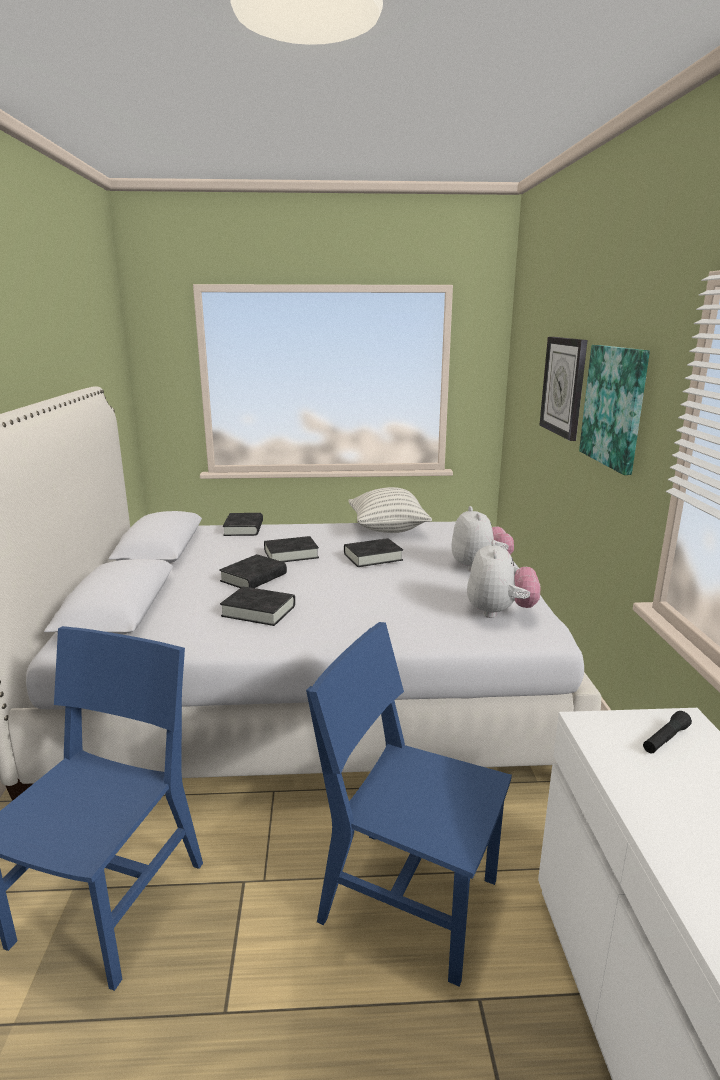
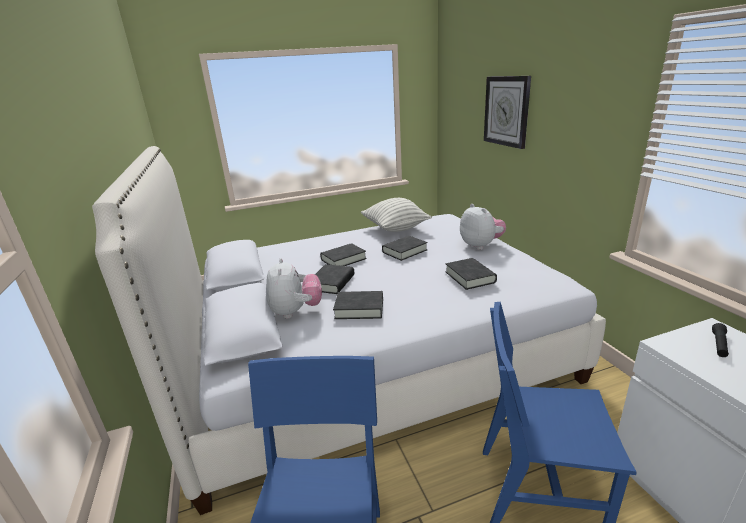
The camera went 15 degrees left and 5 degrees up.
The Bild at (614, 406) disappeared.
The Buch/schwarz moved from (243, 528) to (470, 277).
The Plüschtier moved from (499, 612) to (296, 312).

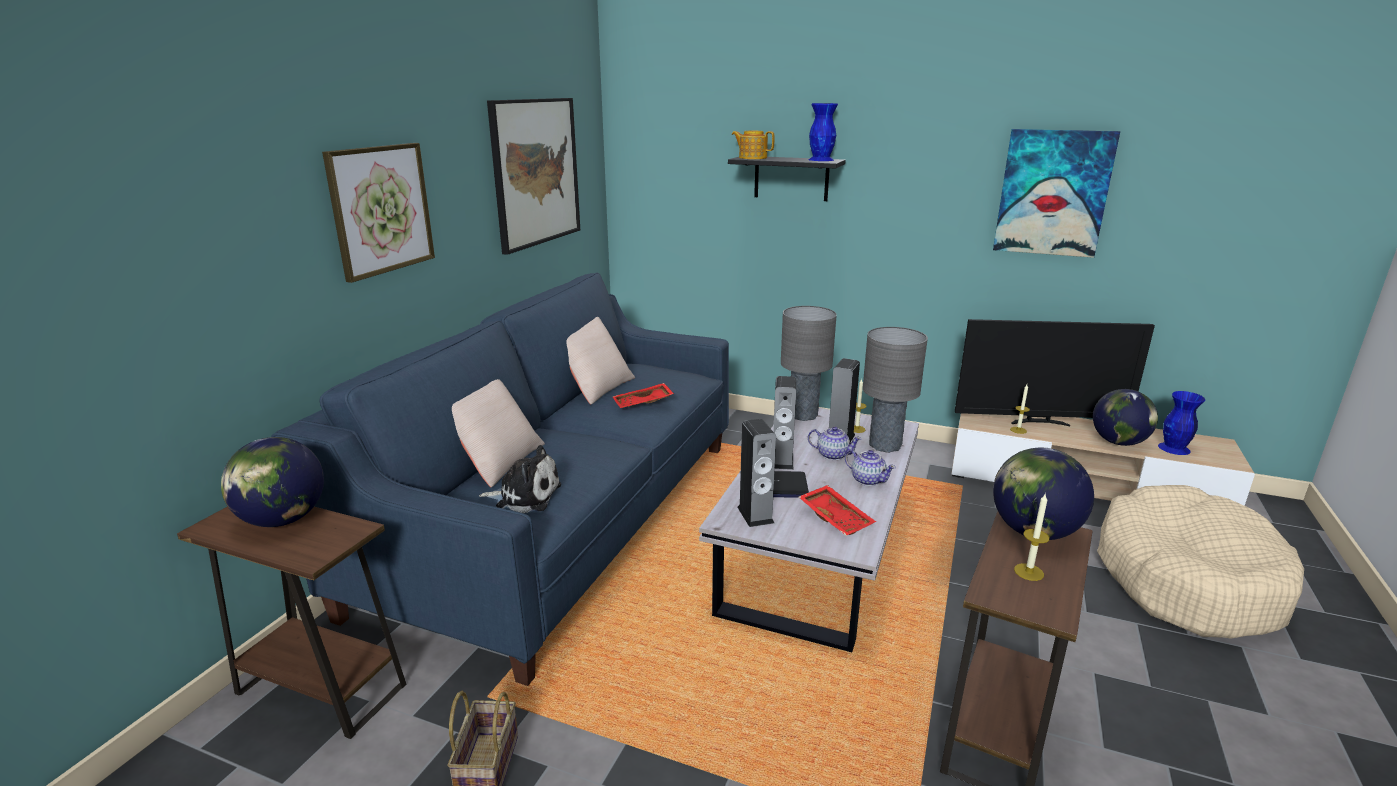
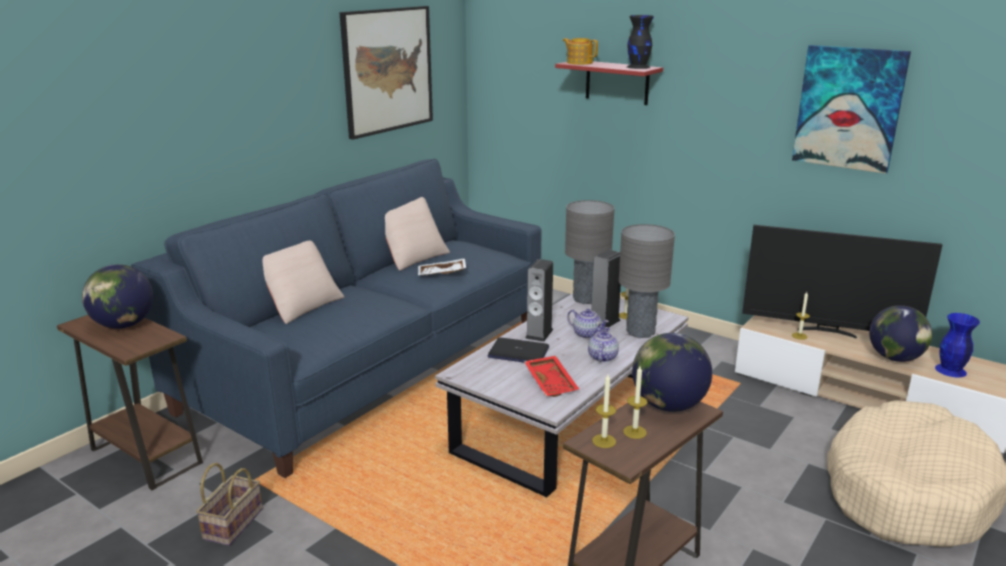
The camera went 15 degrees right and 0 degrees up.
The Bild at (381, 209) disappeared.
The Plüschtier at (525, 496) disappeared.
The Lautsprecher at (755, 515) disappeared.
The Kerze at (604, 441) appeared.
The Tablett/rot at (643, 403) became the Tablett/weiß at (442, 274).
The Wandregal/schwarz at (791, 178) became the Wandregal/rot at (617, 82).
The Vase/blau at (821, 159) became the Vase/schwarz at (638, 67).
The Teekanne at (867, 480) turned 135 degrees counterclockwise.

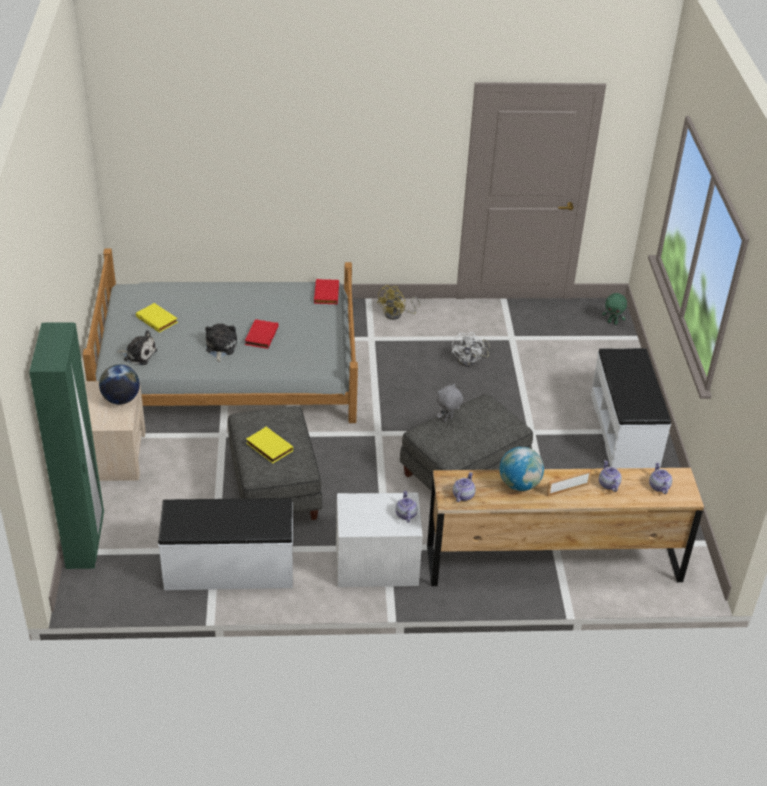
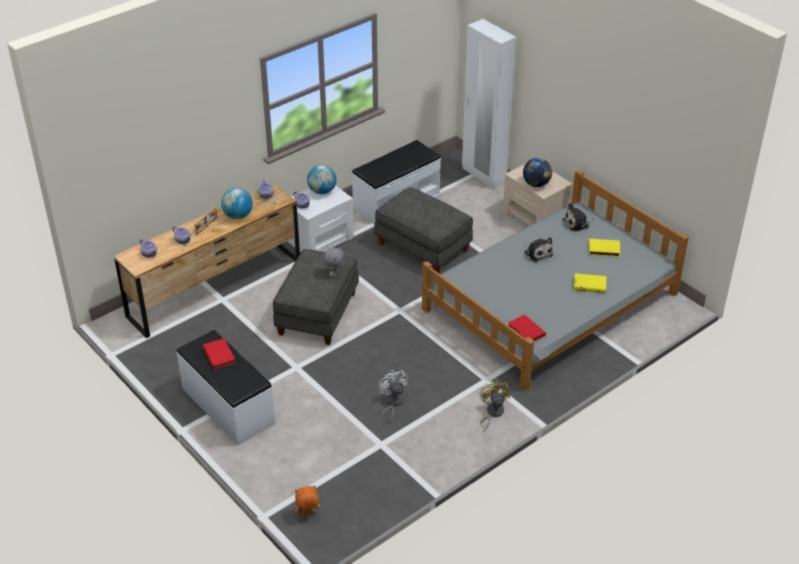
The camera went 145 degrees right and 0 degrees up.
The Globus at (322, 191) appeared.
The Buch/rot moved from (260, 335) to (220, 355).
The Buch/gelb moved from (268, 447) to (590, 284).
The Kleiderschrank/grün at (86, 542) became the Kleiderschrank/weiß at (483, 175).
The Plüschtier/grün at (612, 322) became the Plüschtier/orange at (308, 514).

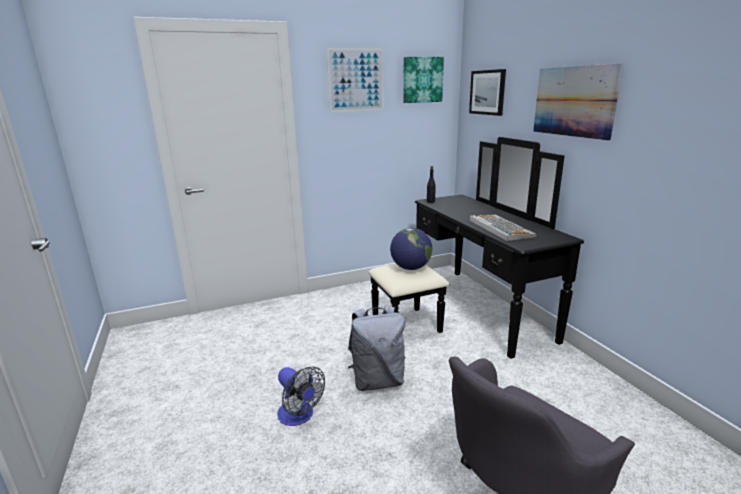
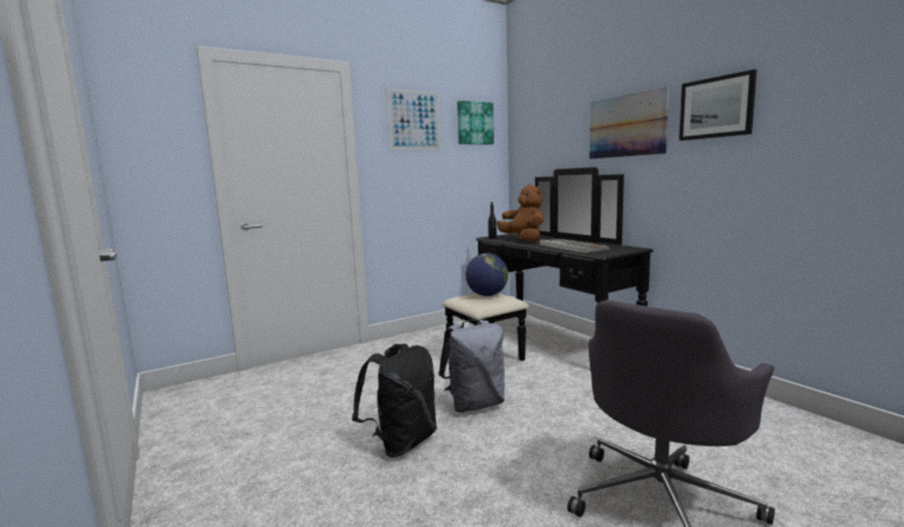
The camera went 10 degrees left and 10 degrees down.
The Plüschtier/braun at (523, 240) appeared.
The Bild moved from (487, 92) to (716, 107).
The Ventilator at (299, 416) was replaced by the Rucksack/schwarz at (402, 442).

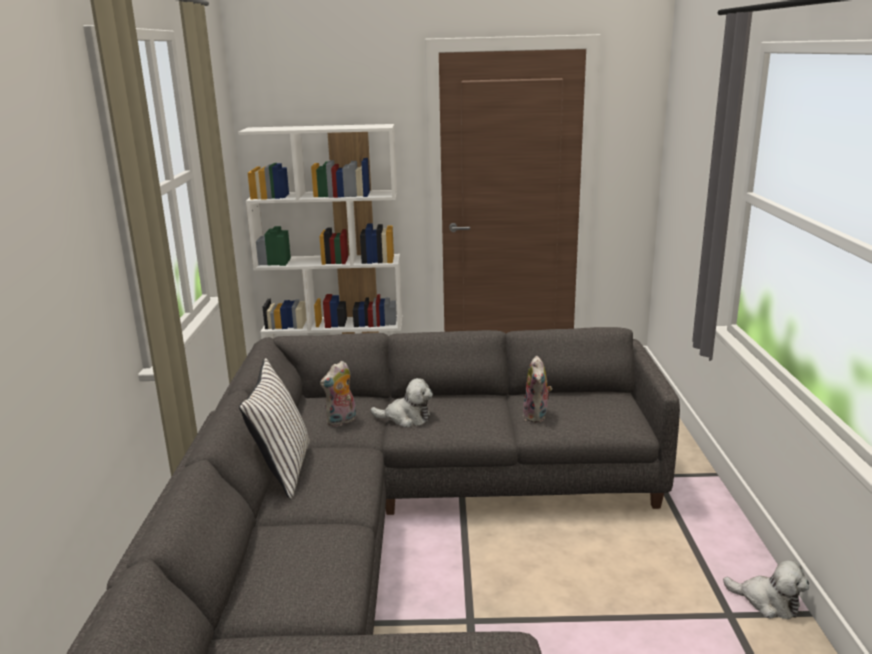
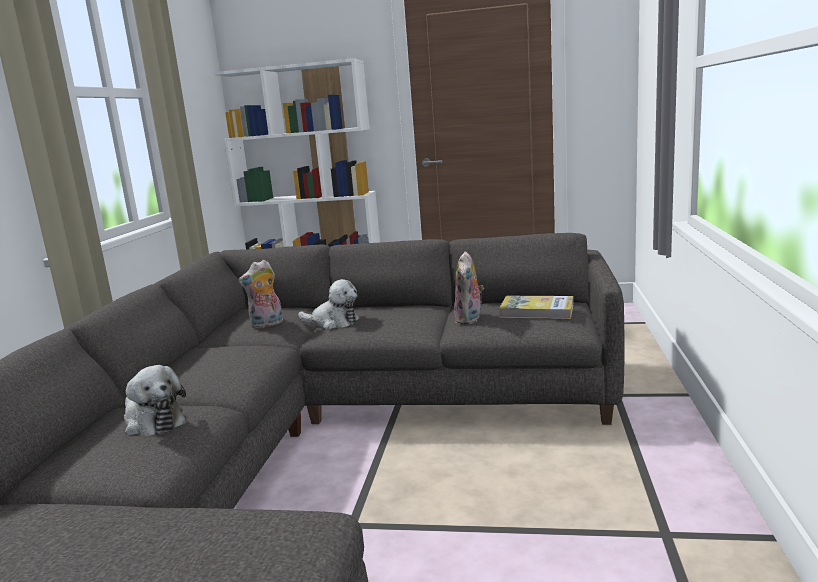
The camera went 10 degrees right and 5 degrees down.
The Kissen/weiß at (282, 469) disappeared.
The Buch at (537, 311) appeared.
The Plüschtier moved from (767, 602) to (153, 422).

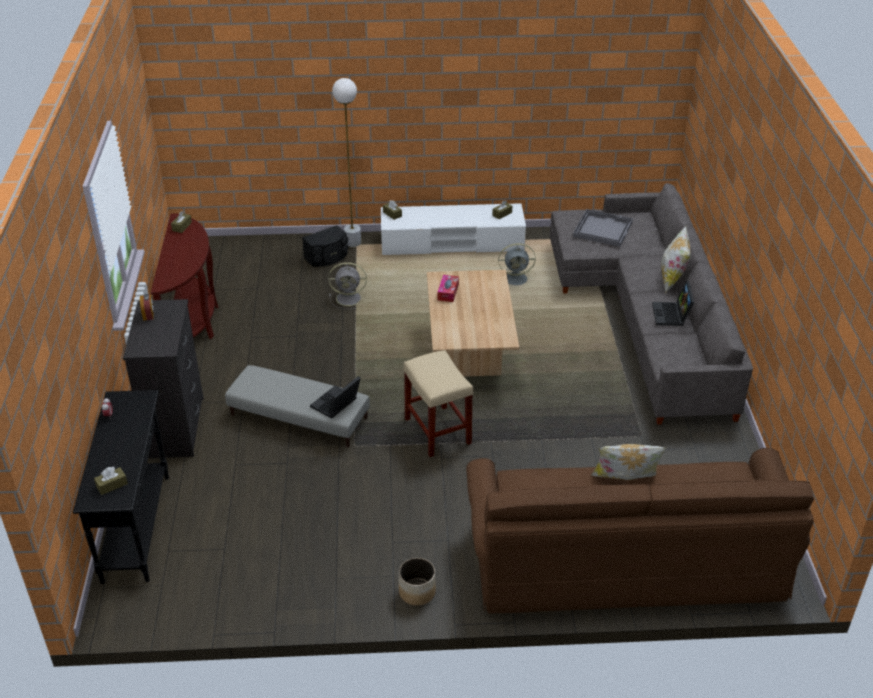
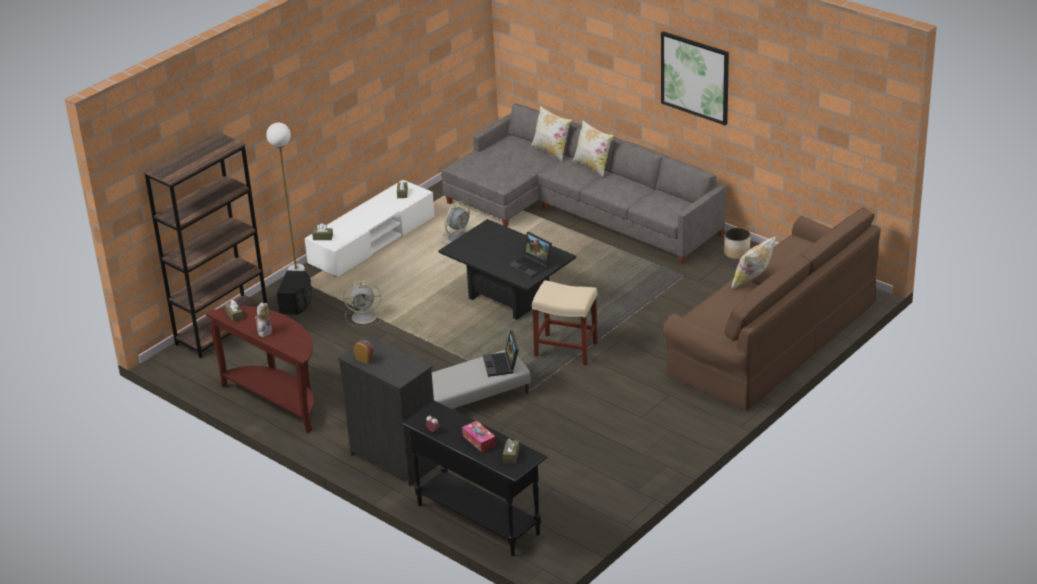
The camera went 45 degrees left and 5 degrees down.
The Tablett/grau at (602, 229) disappeared.
The Bücherregal/braun at (222, 329) appeared.
The Plüschtier at (264, 331) appeared.
The Kissen at (551, 151) appeared.
The Bild at (695, 77) appeared.
The Pflanzkübel moved from (416, 592) to (736, 253).
The Taschentuchbox moved from (448, 292) to (479, 440).
The Laptop moved from (672, 315) to (532, 265).
The Couchtisch/beige at (469, 354) became the Couchtisch/schwarz at (509, 298).
The Ventilator/grau at (350, 298) turned 45 degrees clockwise.

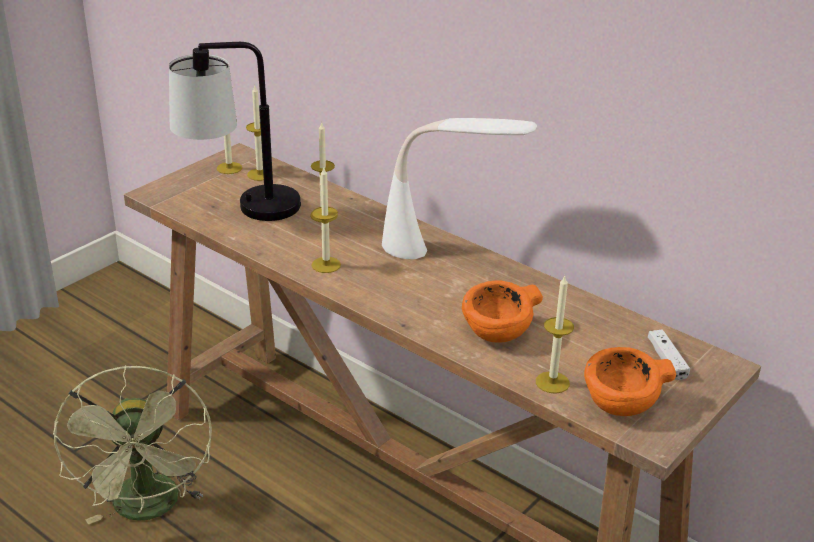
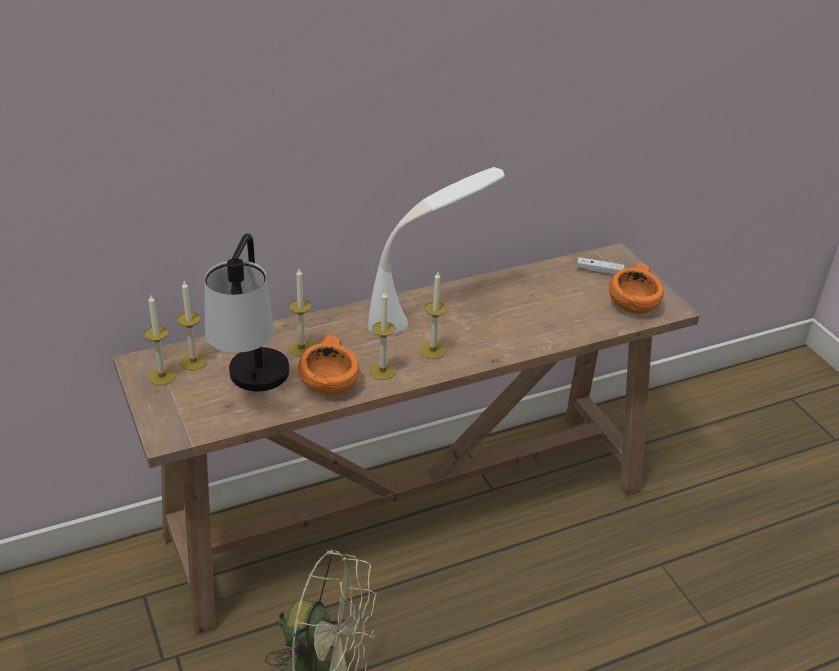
The camera went 65 degrees left and 5 degrees up.
The Schüssel/orange moved from (497, 332) to (330, 385).
The Kerze moved from (552, 382) to (432, 350).

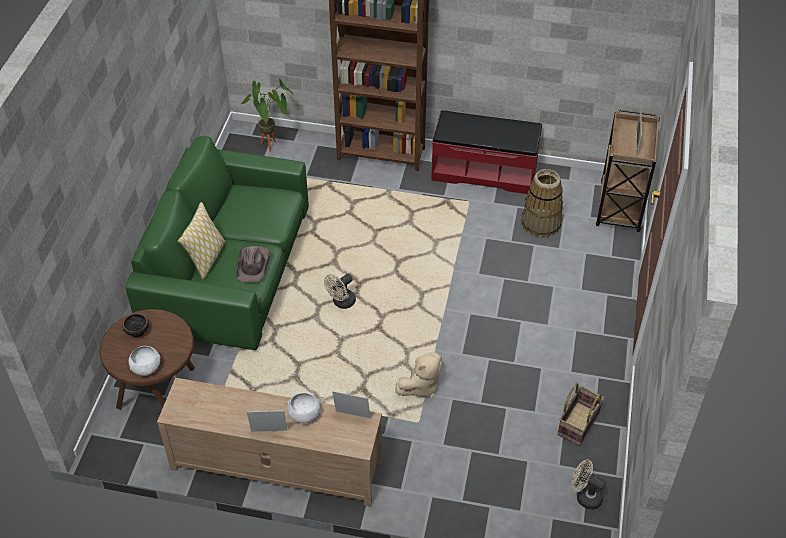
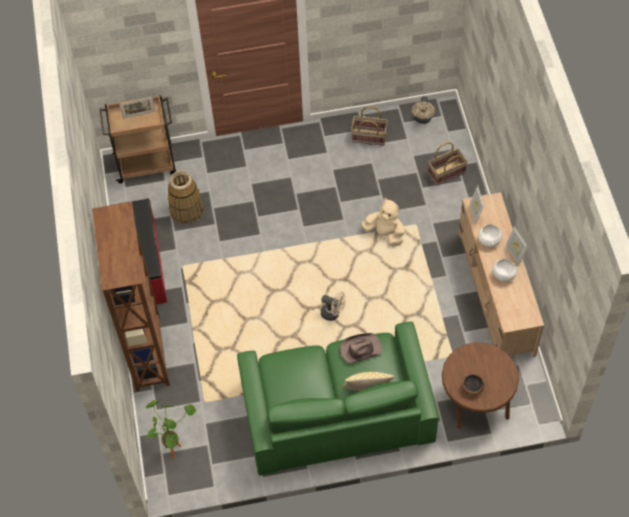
The camera went 110 degrees left and 10 degrees up.
The Korb at (446, 173) appeared.
The Schüssel/weiß moved from (146, 368) to (503, 275).

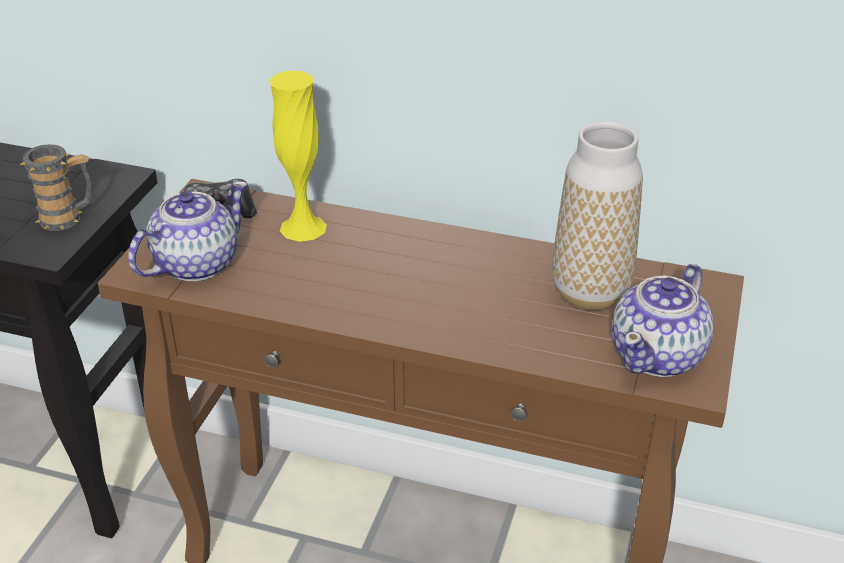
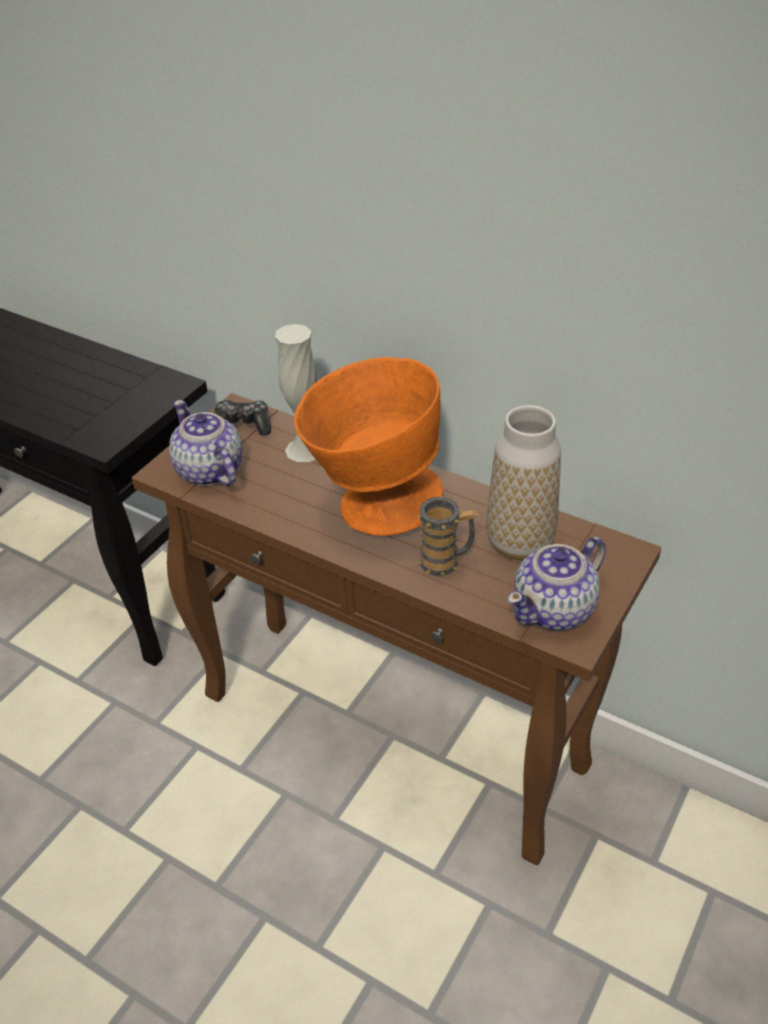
The camera went 15 degrees right and 5 degrees up.
The Schüssel/orange at (371, 504) appeared.
The Henkelbecher moved from (68, 218) to (446, 561).
The Vase/gelb at (303, 227) became the Vase/weiß at (304, 449).
The Teekanne at (194, 264) turned 90 degrees counterclockwise.

